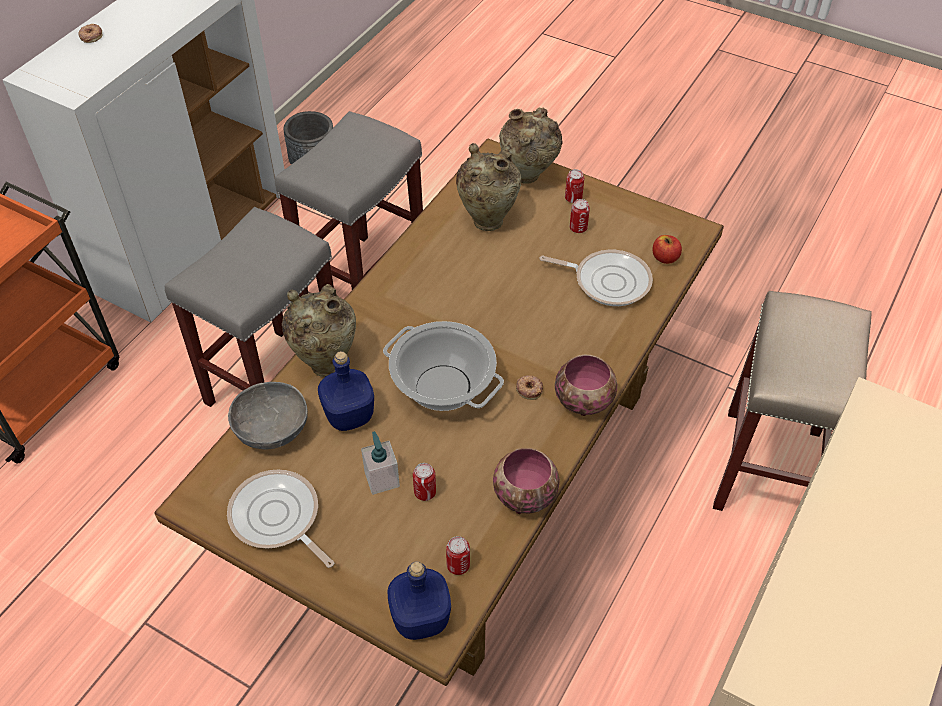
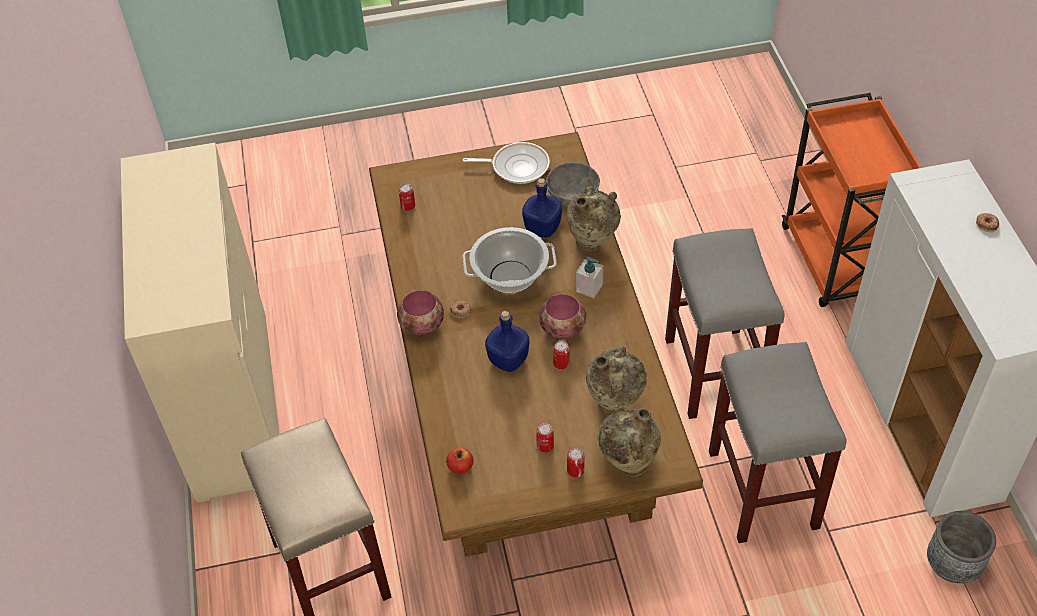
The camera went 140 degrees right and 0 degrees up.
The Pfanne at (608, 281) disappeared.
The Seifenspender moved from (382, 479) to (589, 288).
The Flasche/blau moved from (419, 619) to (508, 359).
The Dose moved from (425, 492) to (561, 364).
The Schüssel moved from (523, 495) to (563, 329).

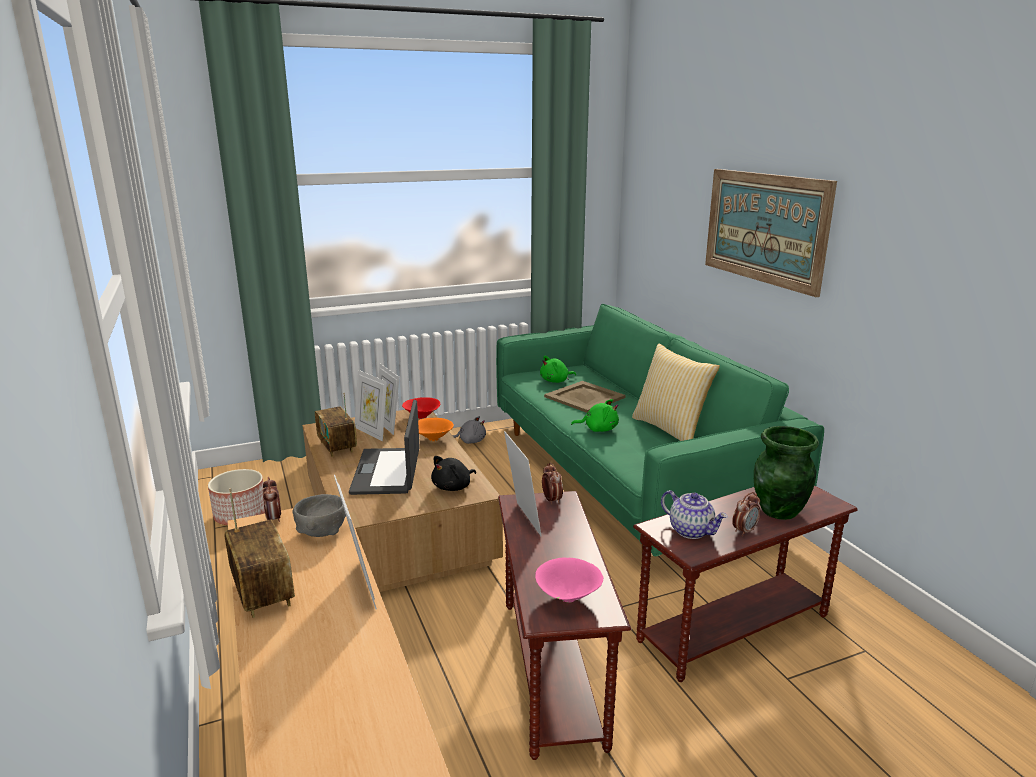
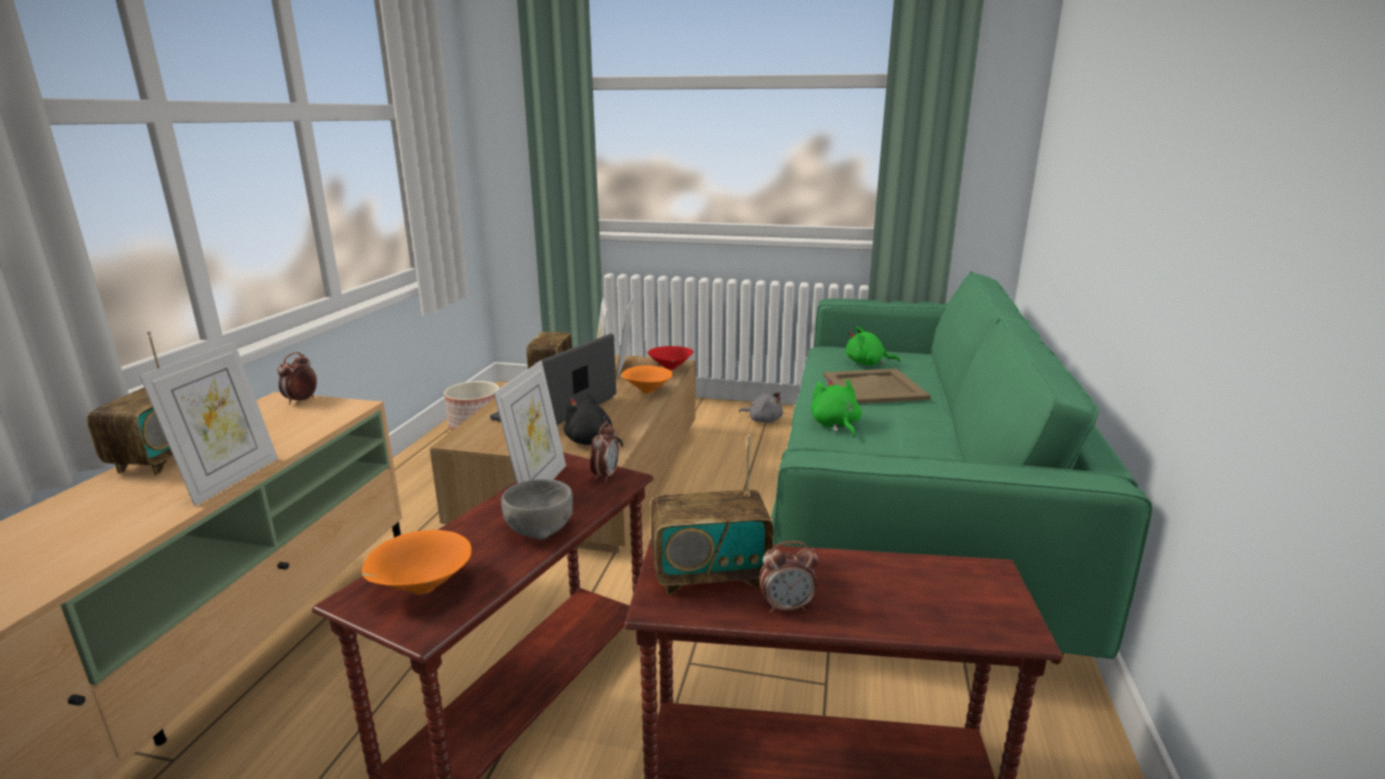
The camera went 35 degrees right and 0 degrees up.
The Kissen at (671, 429) disappeared.
The Bild at (764, 228) disappeared.
The Vase/grün at (779, 511) disappeared.
The Schüssel/grau moved from (321, 532) to (539, 530).
The Teekanne at (691, 531) was replaced by the Radio at (709, 575).
The Schüssel/rosa at (567, 598) became the Schüssel/orange at (421, 588).
The Plüschtier/schwarz at (453, 487) turned 45 degrees clockwise.
The Plüschtier/grün at (598, 429) turned 150 degrees counterclockwise.

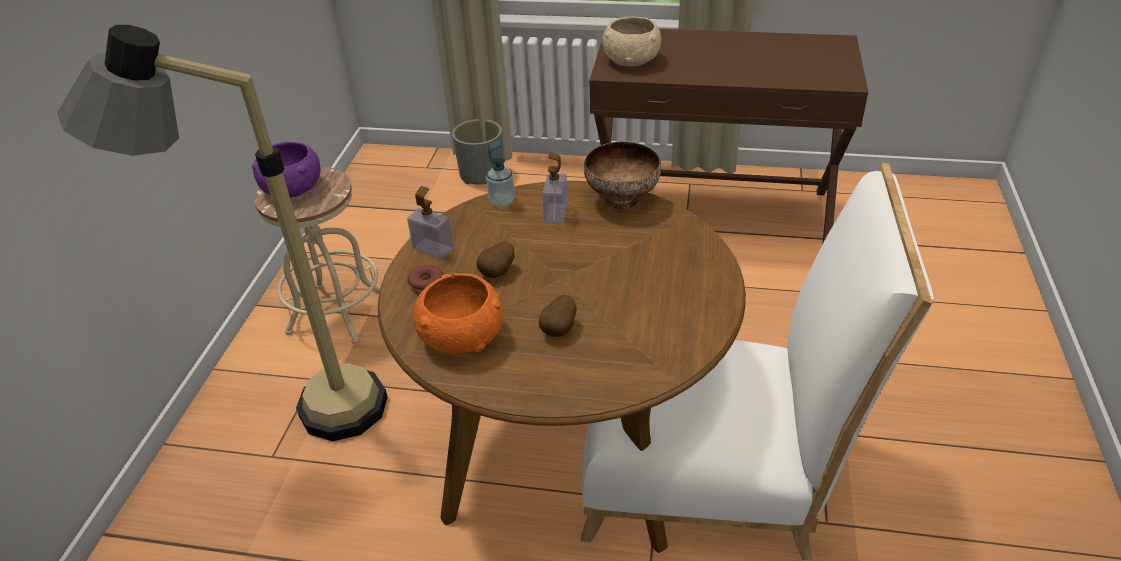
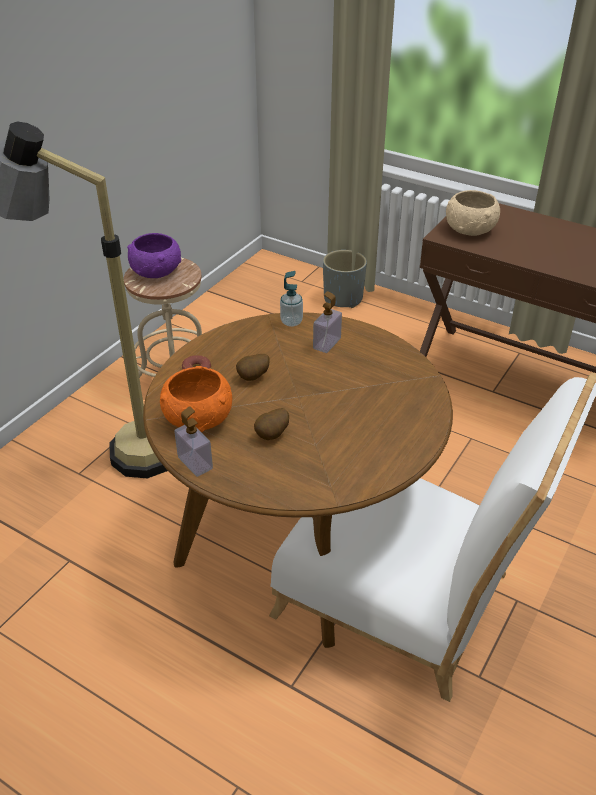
The camera went 20 degrees right and 0 degrees up.
The Schüssel at (623, 200) disappeared.
The Seifenspender moved from (433, 249) to (195, 463).

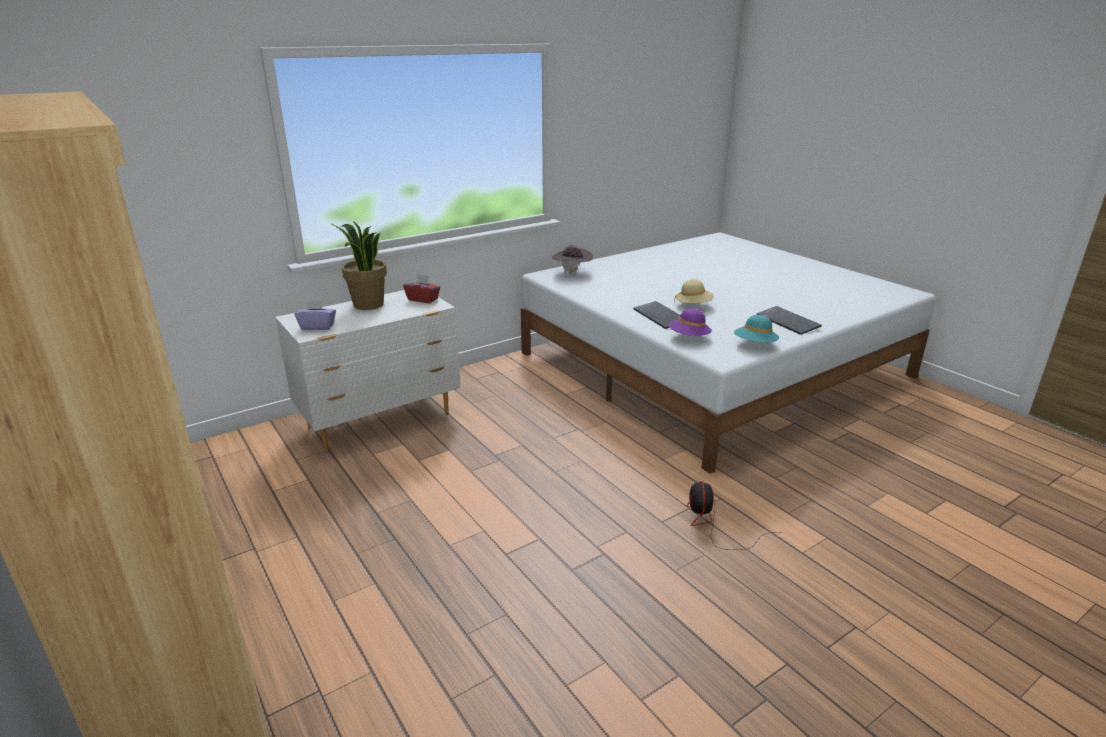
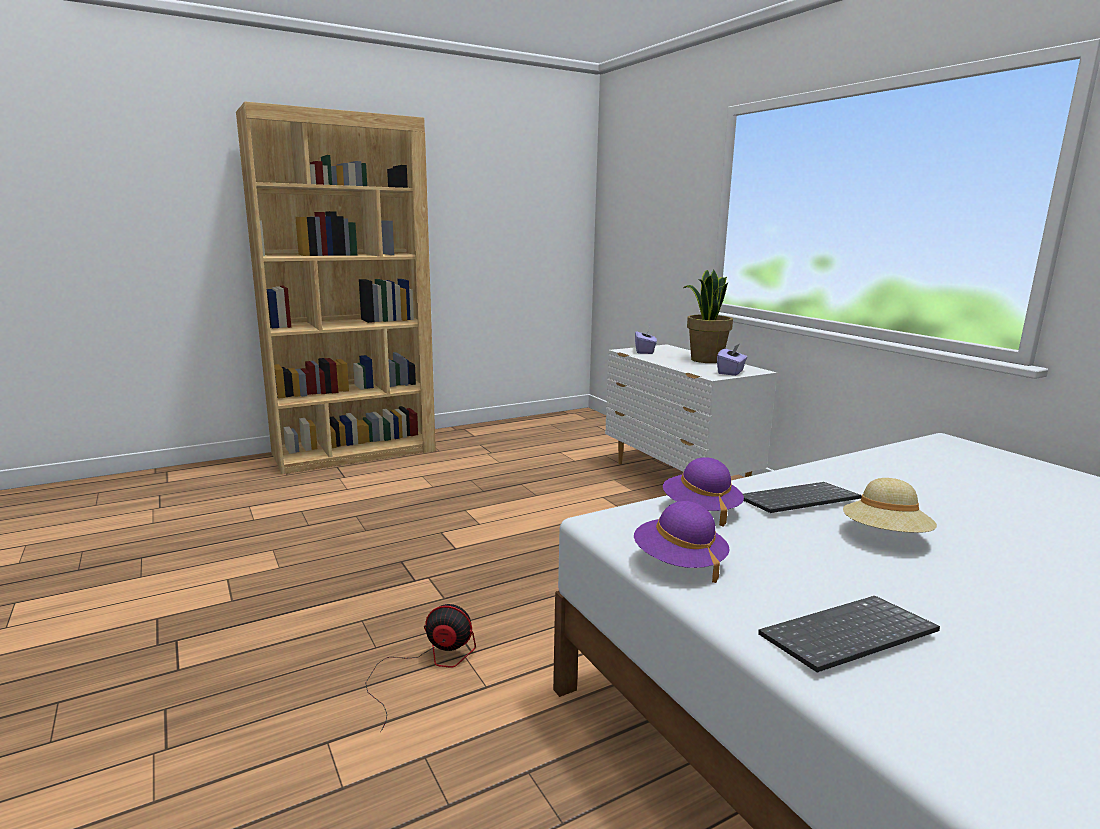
The camera went 95 degrees right and 10 degrees down.
The Hut/braun at (572, 273) disappeared.
The Taschentuchbox/rot at (423, 299) became the Taschentuchbox/lila at (731, 372).
The Hut/türkis at (755, 345) became the Hut/lila at (679, 563).

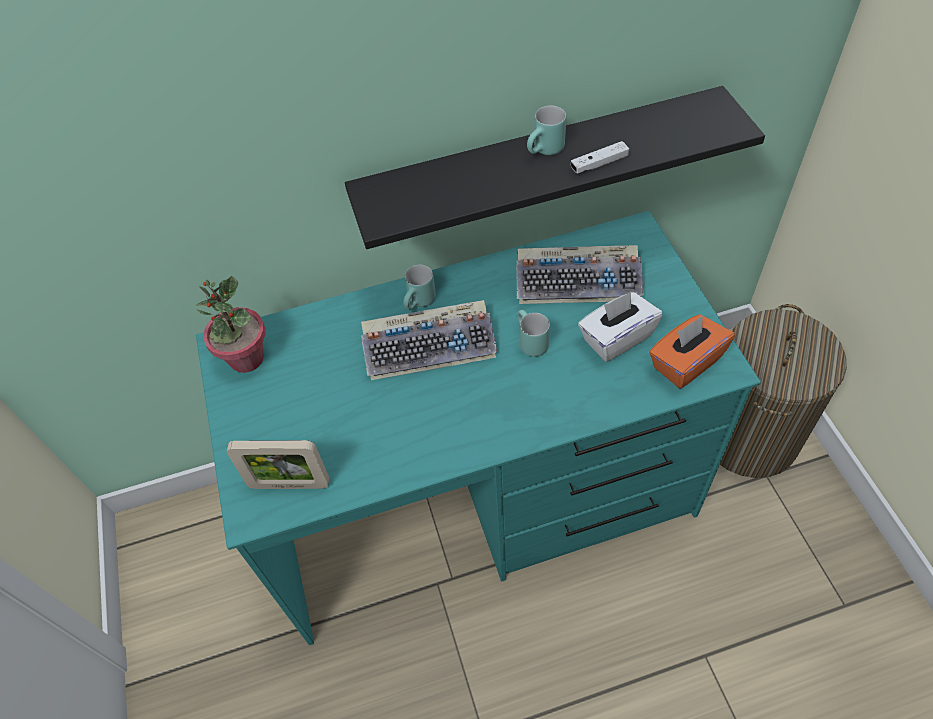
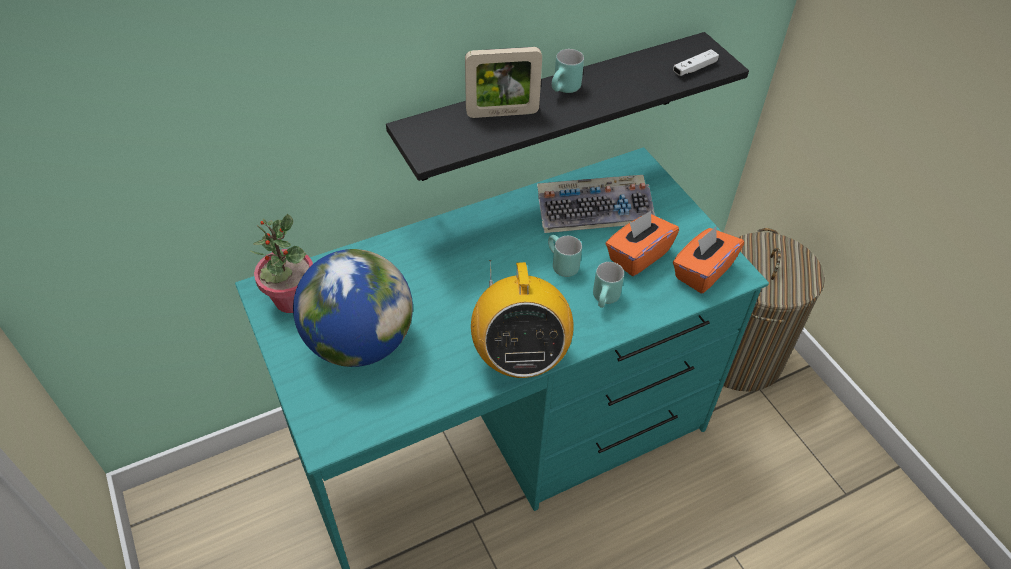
The camera went 15 degrees left and 5 degrees down.
The Tastatur at (431, 346) disappeared.
The Globus at (360, 343) appeared.
The Radio at (519, 358) appeared.
The Bilderrahmen moved from (289, 484) to (502, 113).
The Henkelbecher/türkis moved from (420, 303) to (606, 300).
The Gamepad/weiß moved from (599, 164) to (694, 68).
The Taschentuchbox/weiß at (616, 338) became the Taschentuchbox/orange at (637, 256).

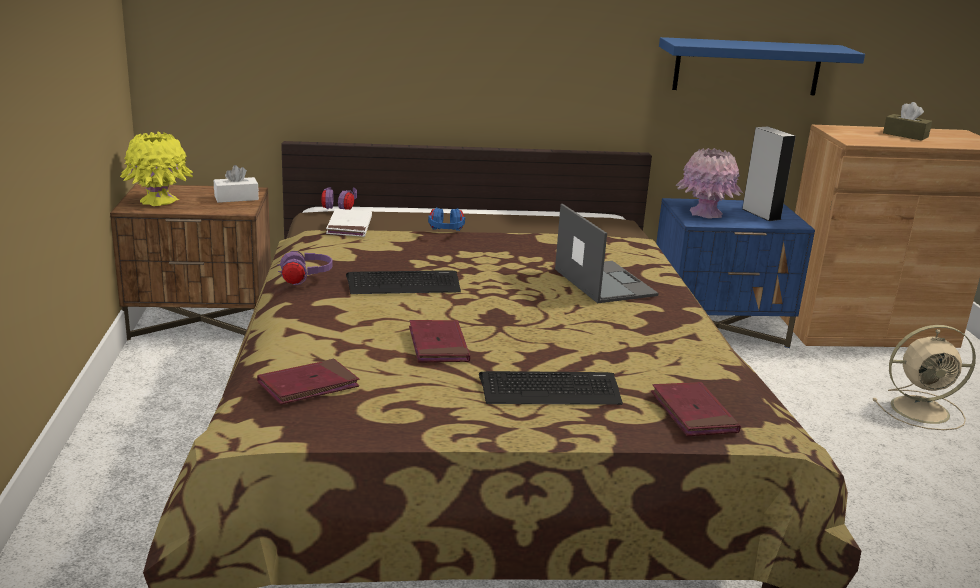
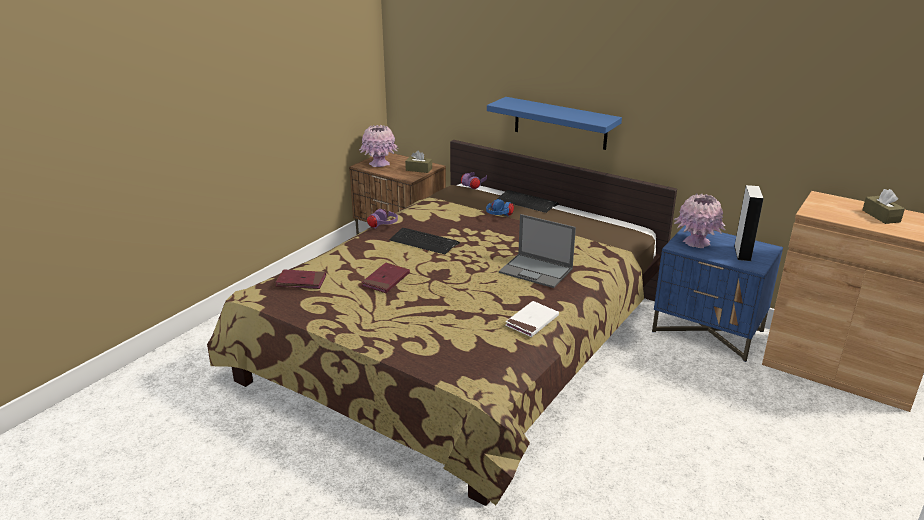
The camera went 40 degrees right and 5 degrees up.
The Buch/rot at (693, 413) disappeared.
The Ventilator/beige at (922, 410) disappeared.
The Buch/weiß moved from (349, 226) to (532, 321).
The Tastatur moved from (550, 390) to (527, 202).
The Wandregal/blau moved from (747, 67) to (560, 123).
The Vase/gelb at (159, 201) became the Vase/rosa at (379, 164).
The Taschentuchbox/weiß at (236, 198) became the Taschentuchbox/braun at (419, 169).
The Laptop at (603, 282) turned 105 degrees clockwise.

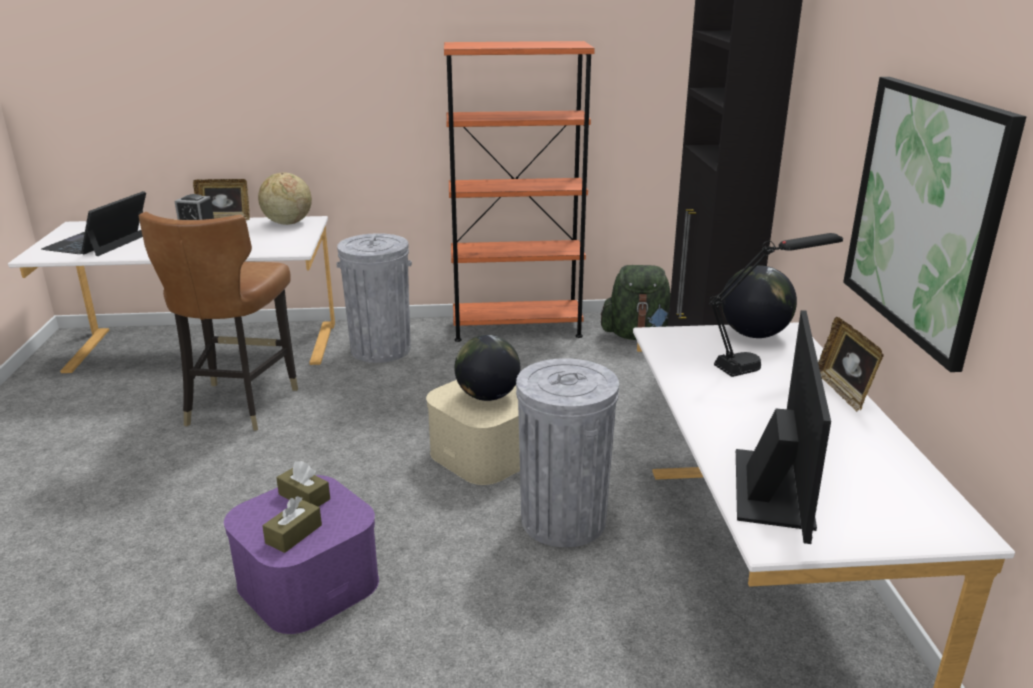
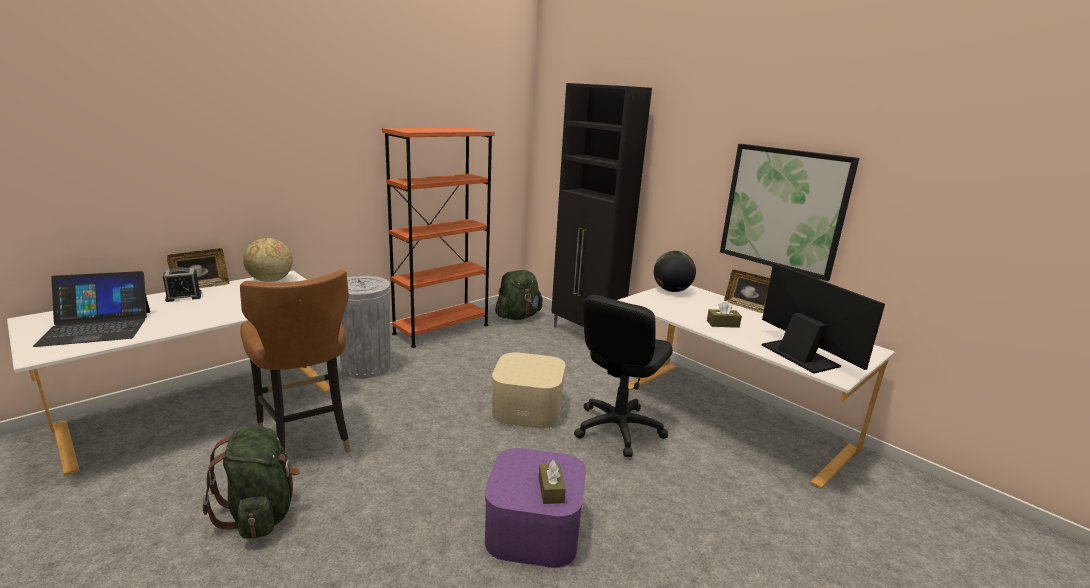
The camera went 40 degrees left and 5 degrees down.
The Globus at (487, 396) disappeared.
The Tischlampe/schwarz at (763, 361) disappeared.
The Rucksack/grün at (261, 514) appeared.
The Taschentuchbox/braun moved from (304, 497) to (722, 324).
The Mülleimer/grau at (563, 520) was replaced by the Bürostuhl/schwarz at (618, 429).
The Laptop at (98, 241) turned 90 degrees counterclockwise.

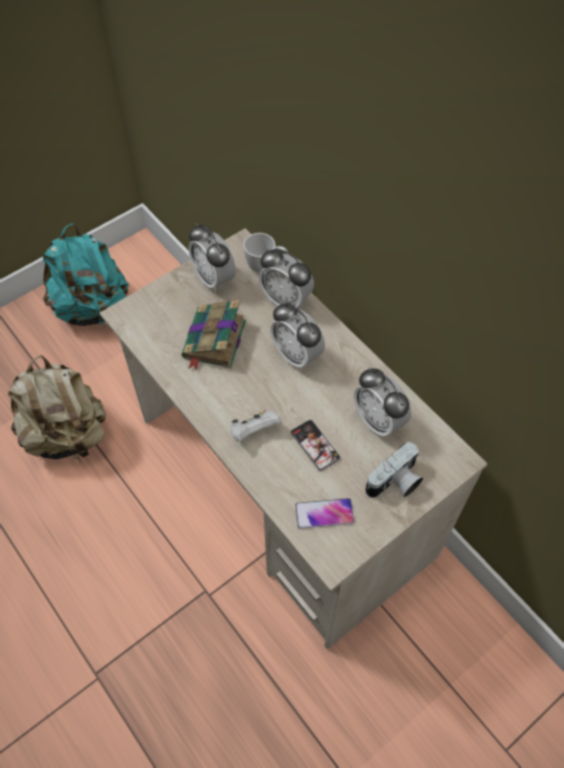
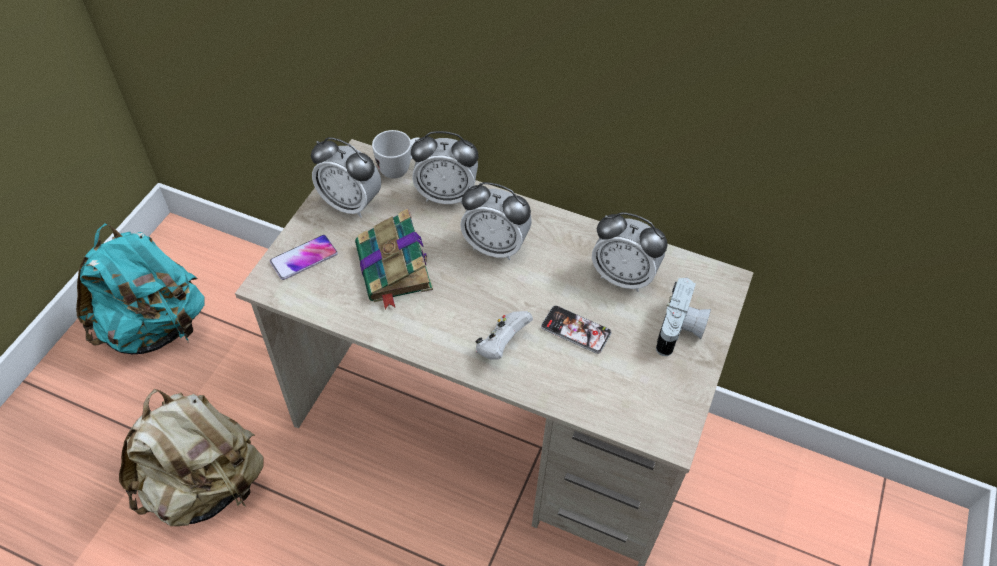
The camera went 30 degrees left and 5 degrees down.
The Handy moved from (324, 514) to (304, 258).

